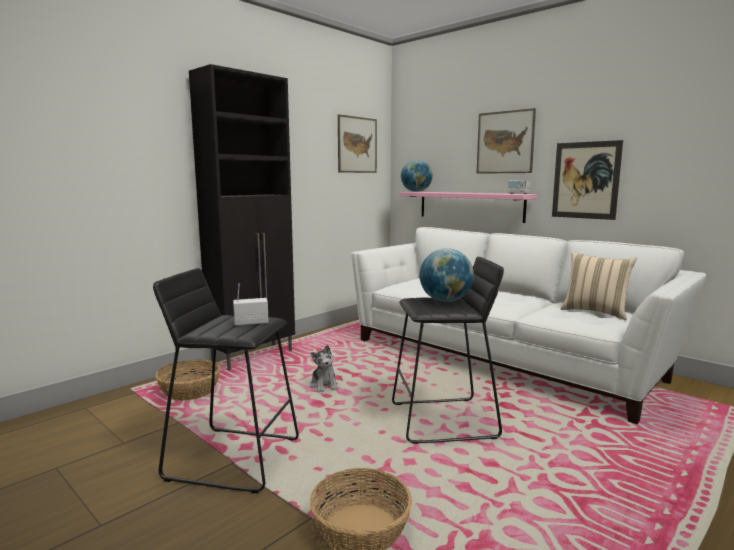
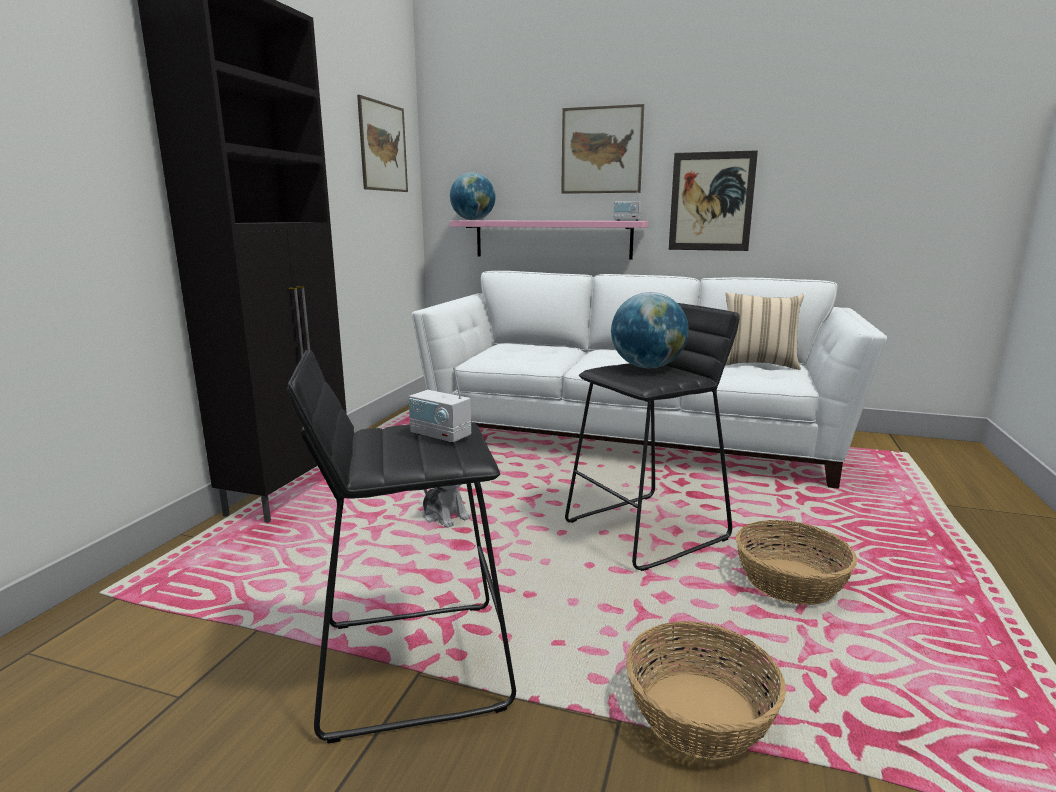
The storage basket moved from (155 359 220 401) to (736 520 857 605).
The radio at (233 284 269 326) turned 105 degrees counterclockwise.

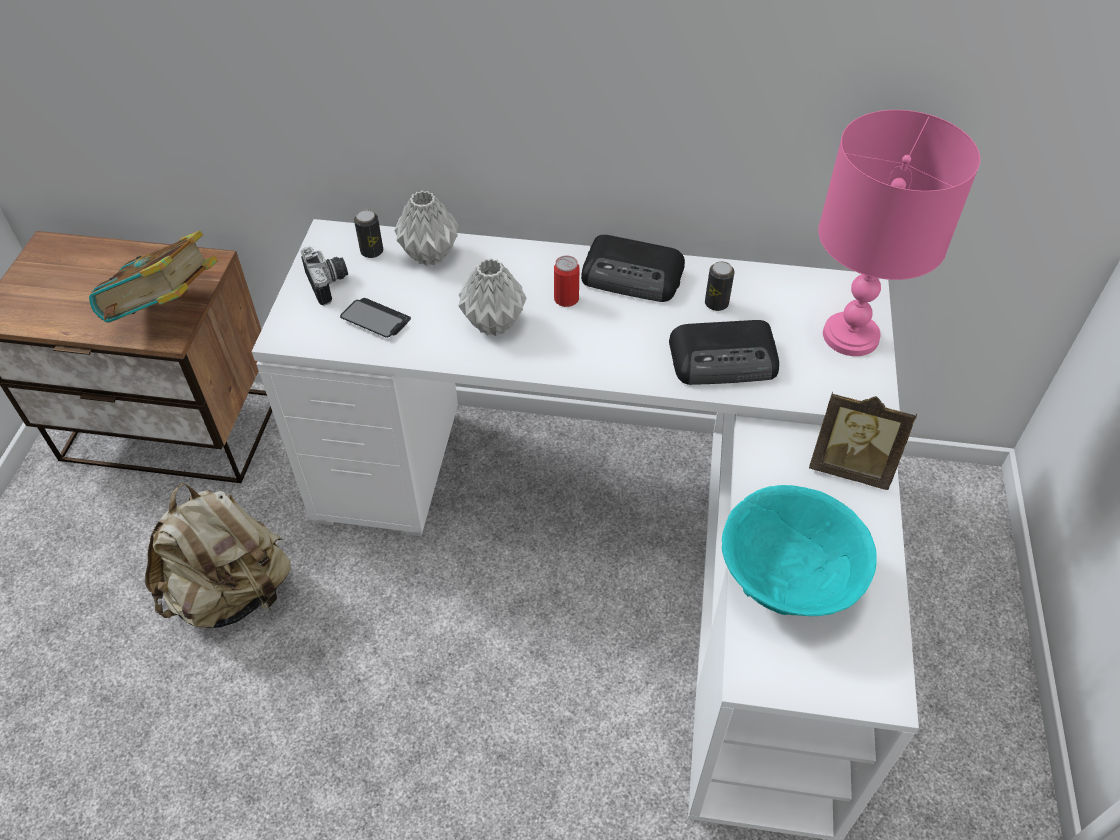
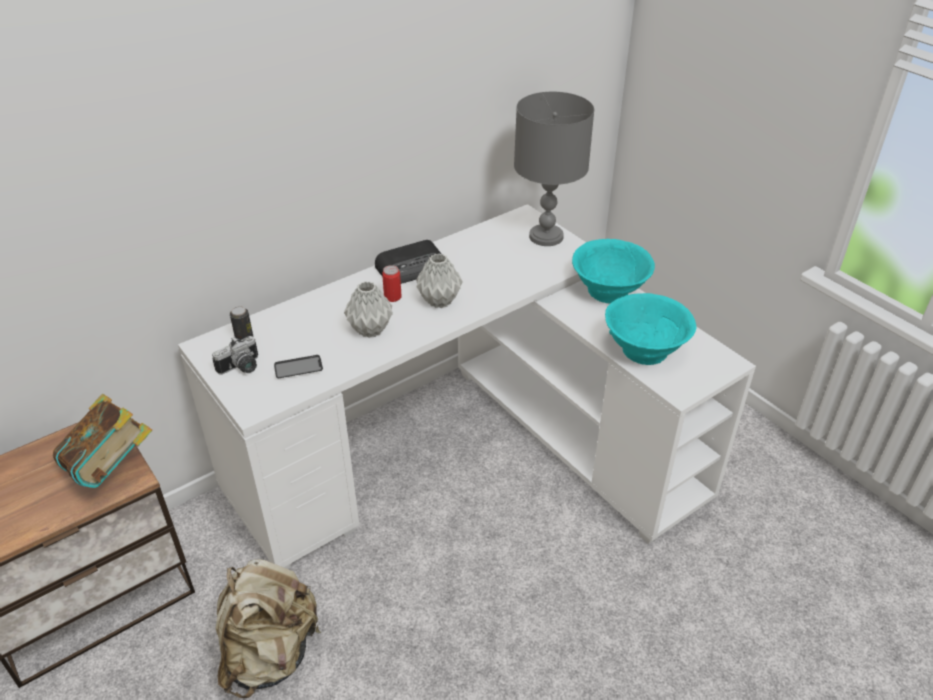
The photo camera at (301 247 348 306) turned 120 degrees clockwise.
The flower vase/grey moved from (394 191 459 266) to (416 253 463 308).
The radio at (669 320 779 385) disappeared.
The sealed can at (705 261 735 311) disappeared.
The picture frame at (809 391 917 490) was replaced by the serving bowl/turquoise-coloured at (572 239 655 304).
The tabletop lamp/pinkish at (818 110 980 356) became the tabletop lamp/grey at (514 92 594 246).

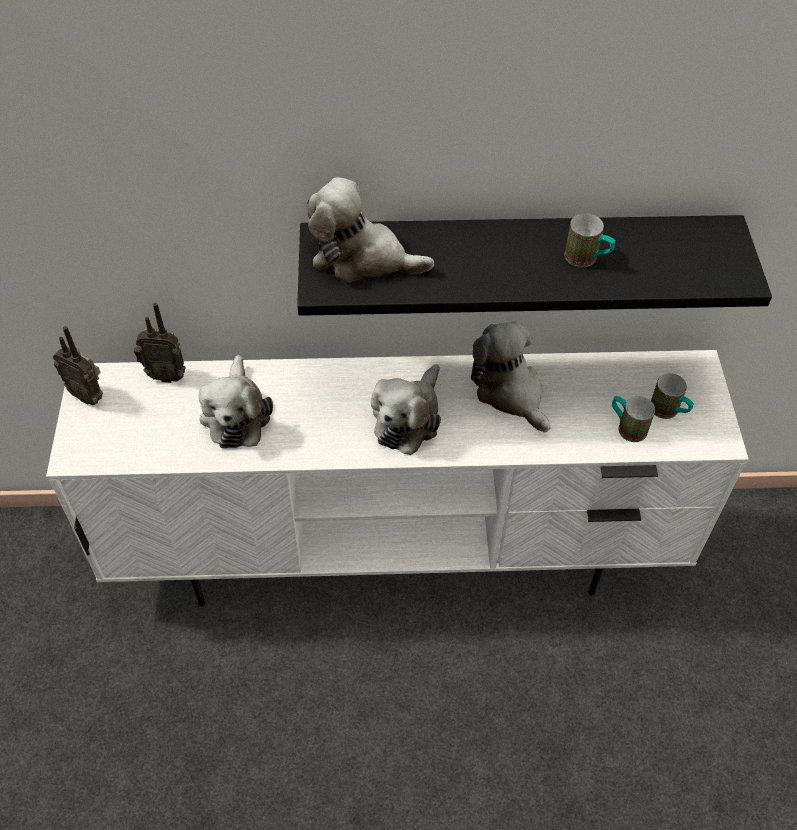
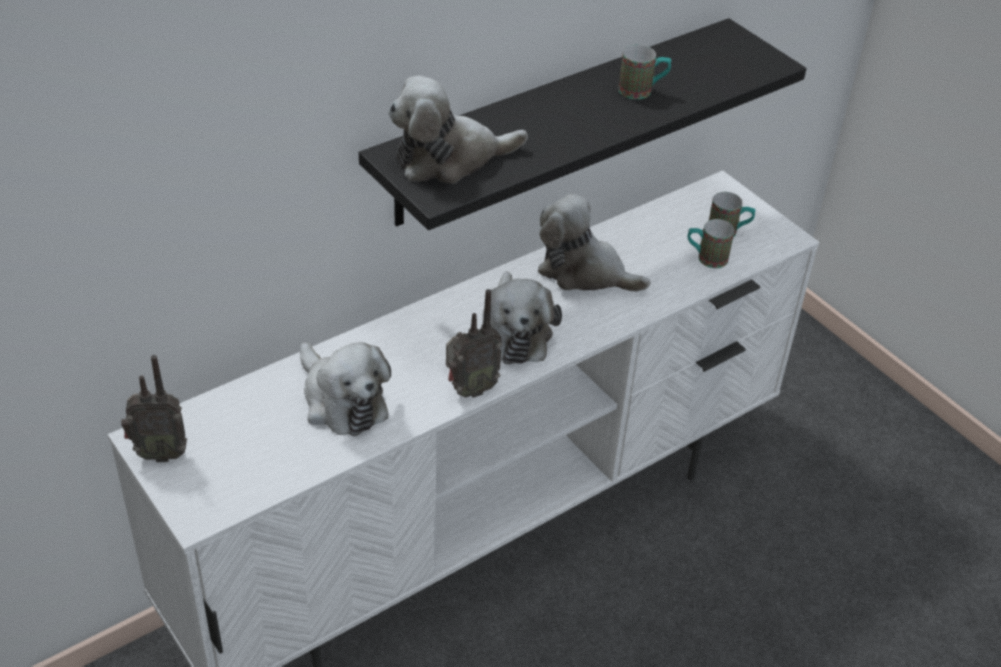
The radio moved from (134 303 186 383) to (446 289 502 398).

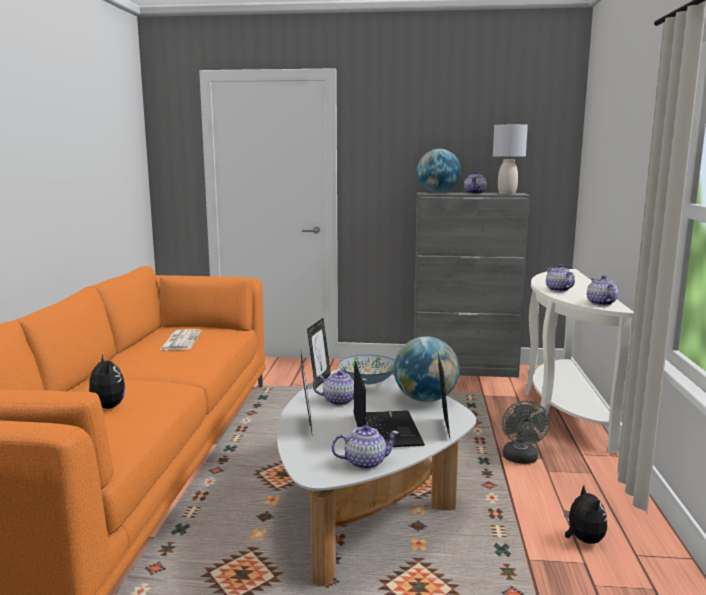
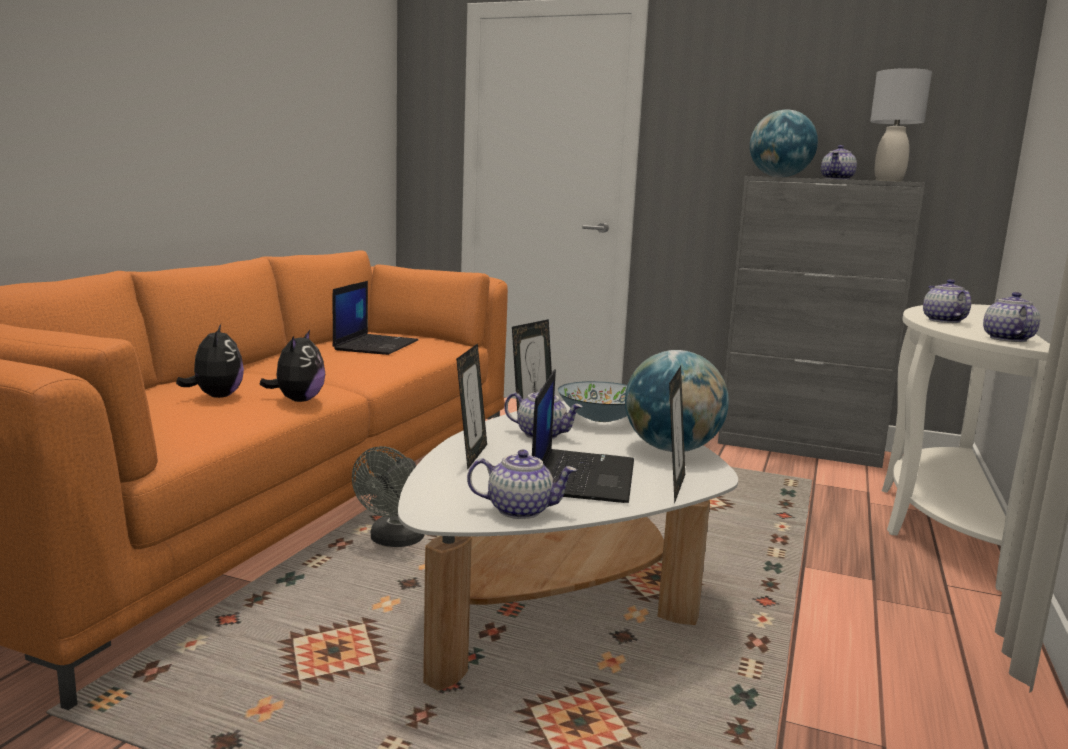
The printed paper at (160 329 202 350) was replaced by the laptop at (332 281 418 355).
The cooling fan/grey moved from (502 400 550 464) to (352 446 424 547).
The cuddly toy moved from (564 485 607 544) to (259 330 325 402).

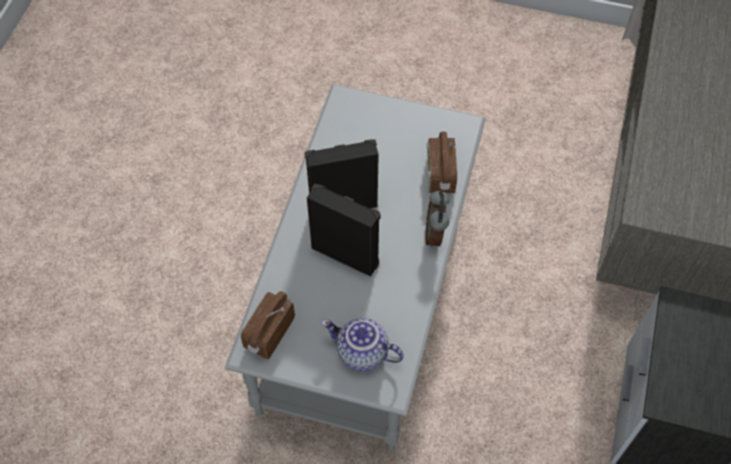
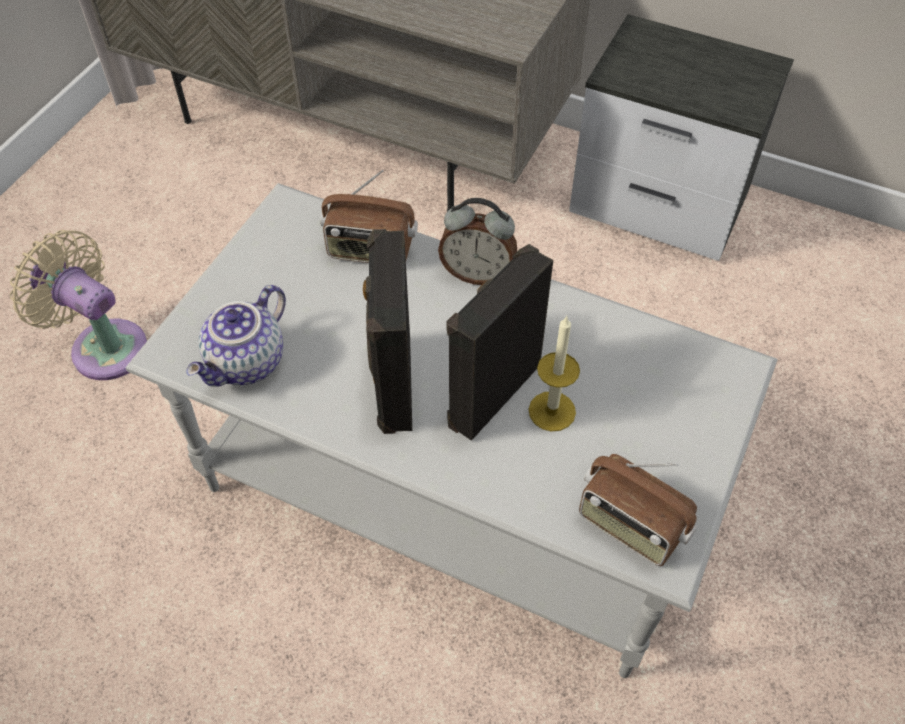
The teapot moved from (322 318 404 371) to (186 285 286 387).
The cooling fan/sand-coloured at (10 230 147 380) appeared.
The wax light at (529 316 580 431) appeared.

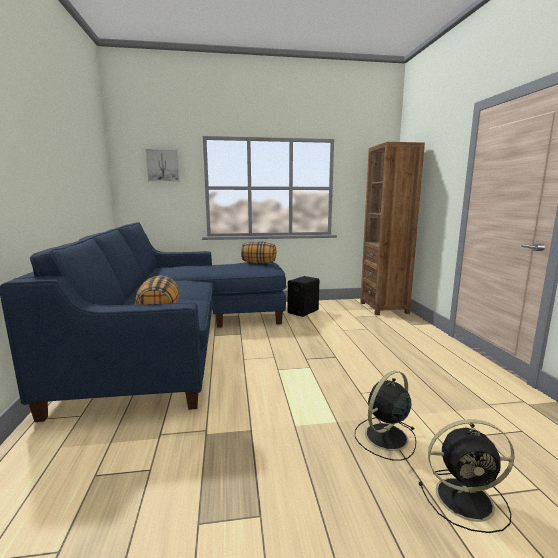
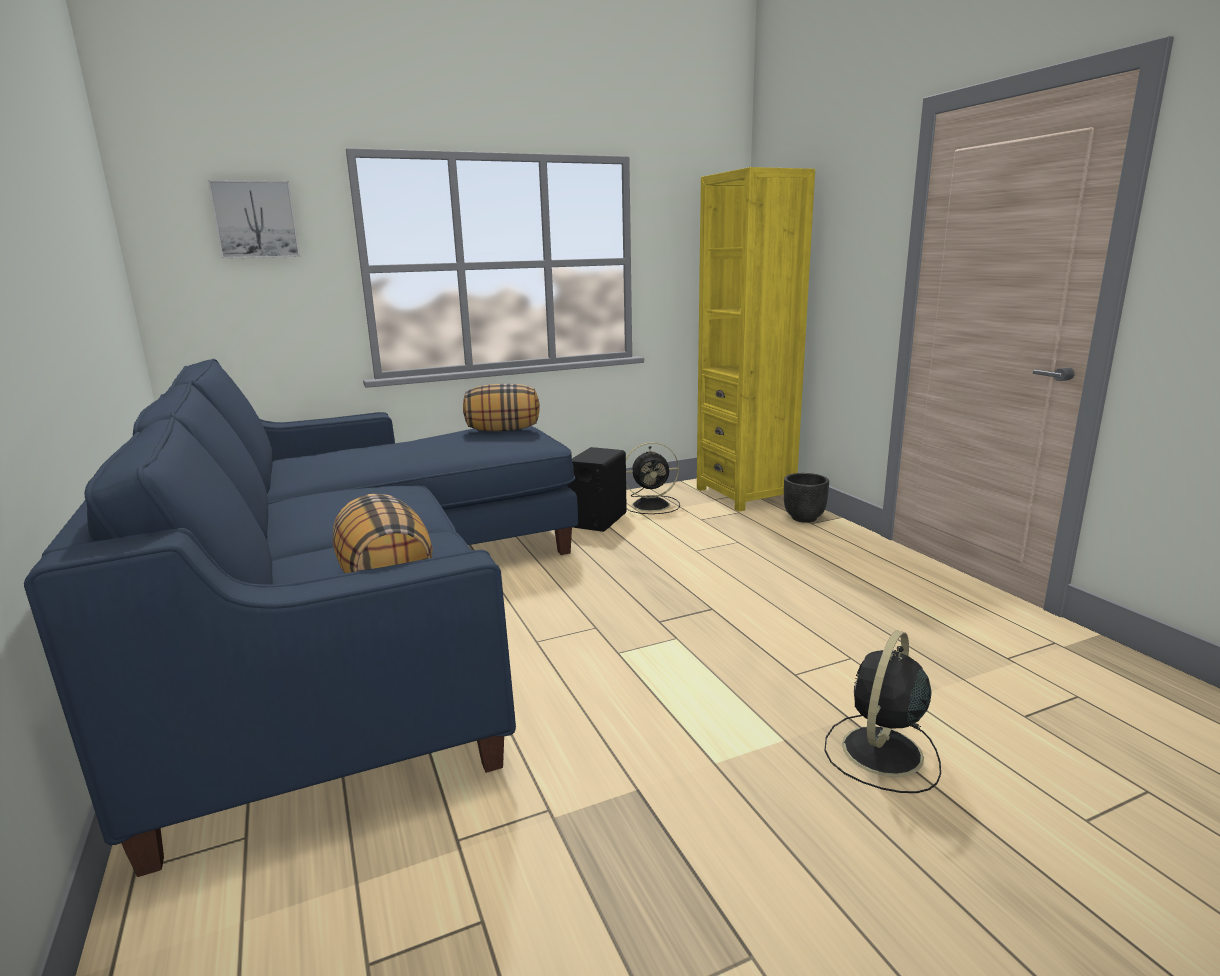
The shelving unit/brown at (360 142 425 315) became the shelving unit/yellow-coloured at (697 167 815 512).
The cooling fan/blackish moved from (419 419 515 533) to (626 442 680 514).
The flower pot/blackish at (784 473 829 523) appeared.

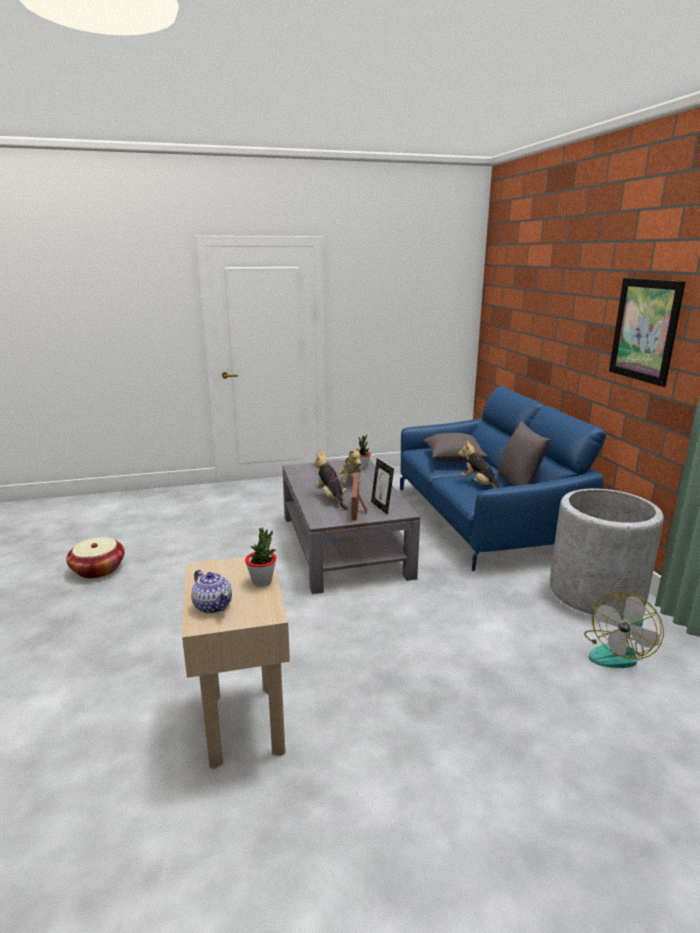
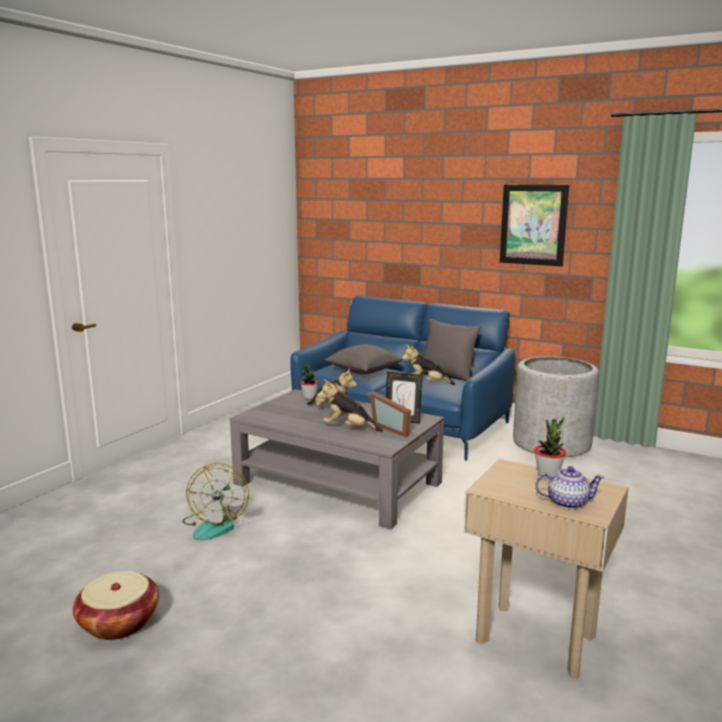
The cooling fan moved from (584 592 664 668) to (183 463 249 540).

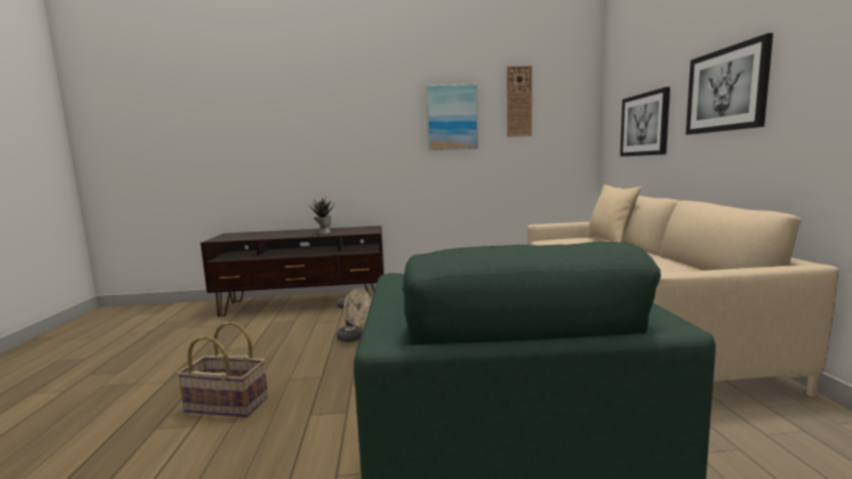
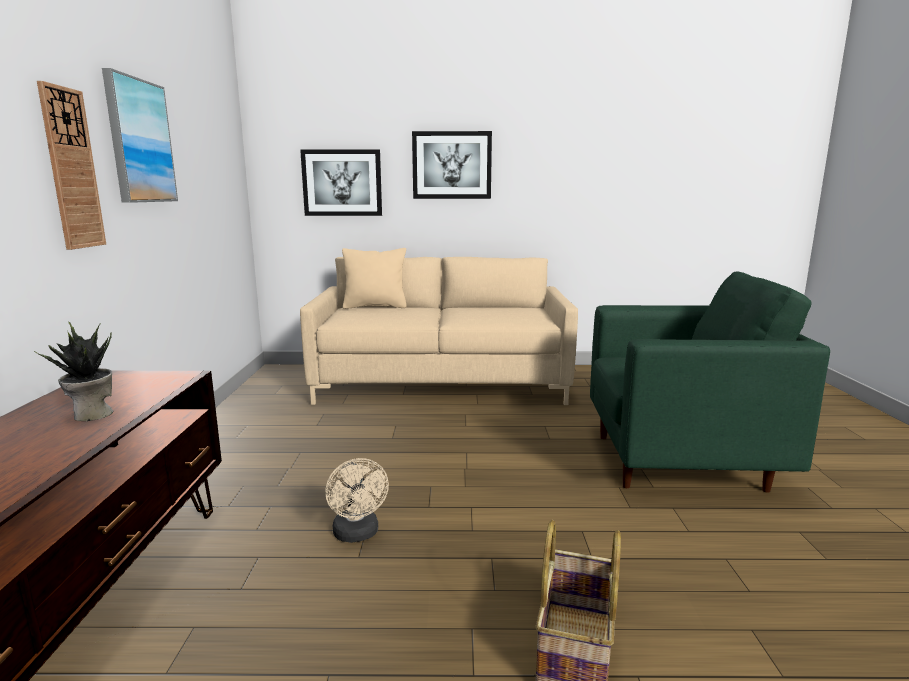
The cooling fan/sand-coloured at (337 289 371 342) turned 120 degrees clockwise.
The hanging clock moved from (507 66 532 137) to (37 81 106 250).

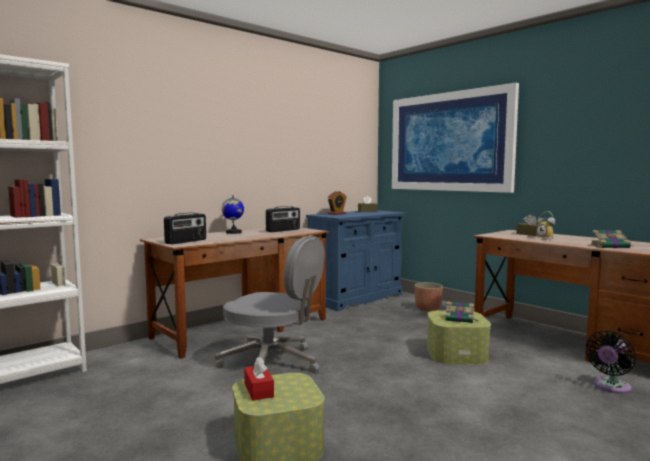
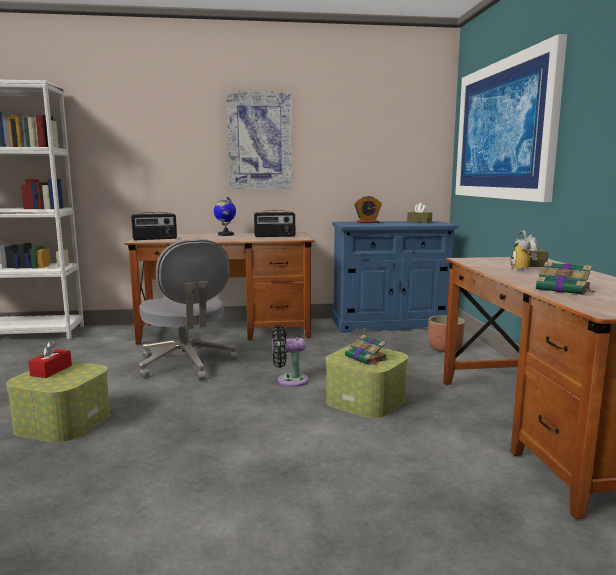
The cooling fan/blackish moved from (586 331 636 394) to (272 325 309 387).
The wall art at (226 91 292 189) appeared.

